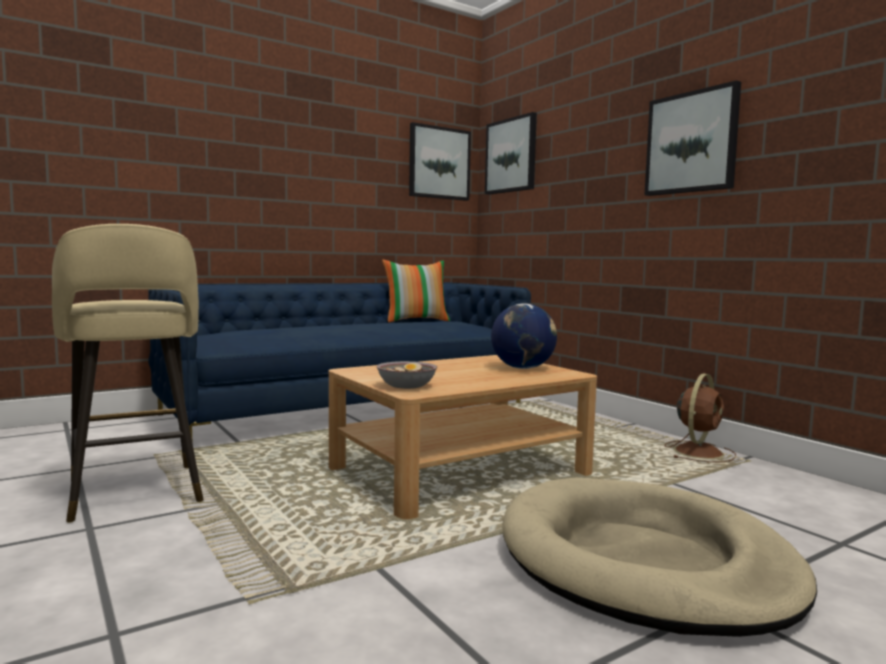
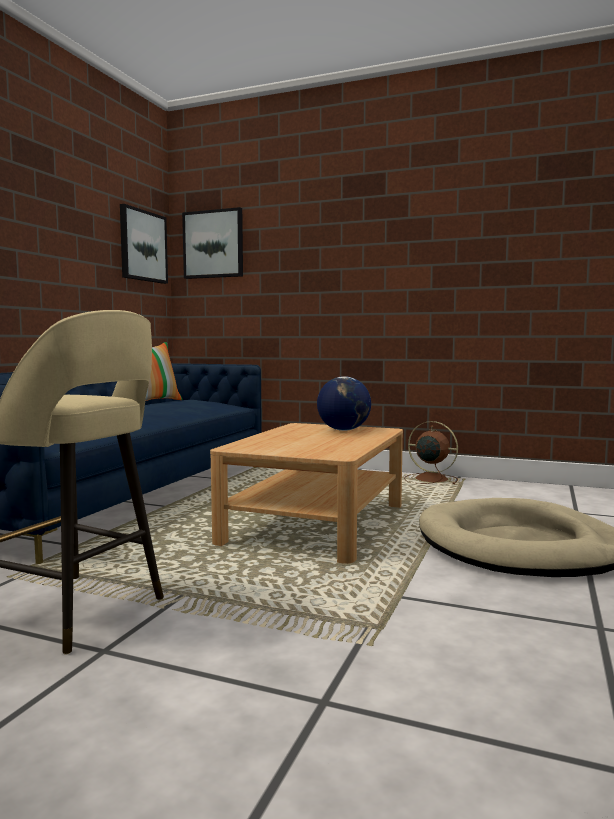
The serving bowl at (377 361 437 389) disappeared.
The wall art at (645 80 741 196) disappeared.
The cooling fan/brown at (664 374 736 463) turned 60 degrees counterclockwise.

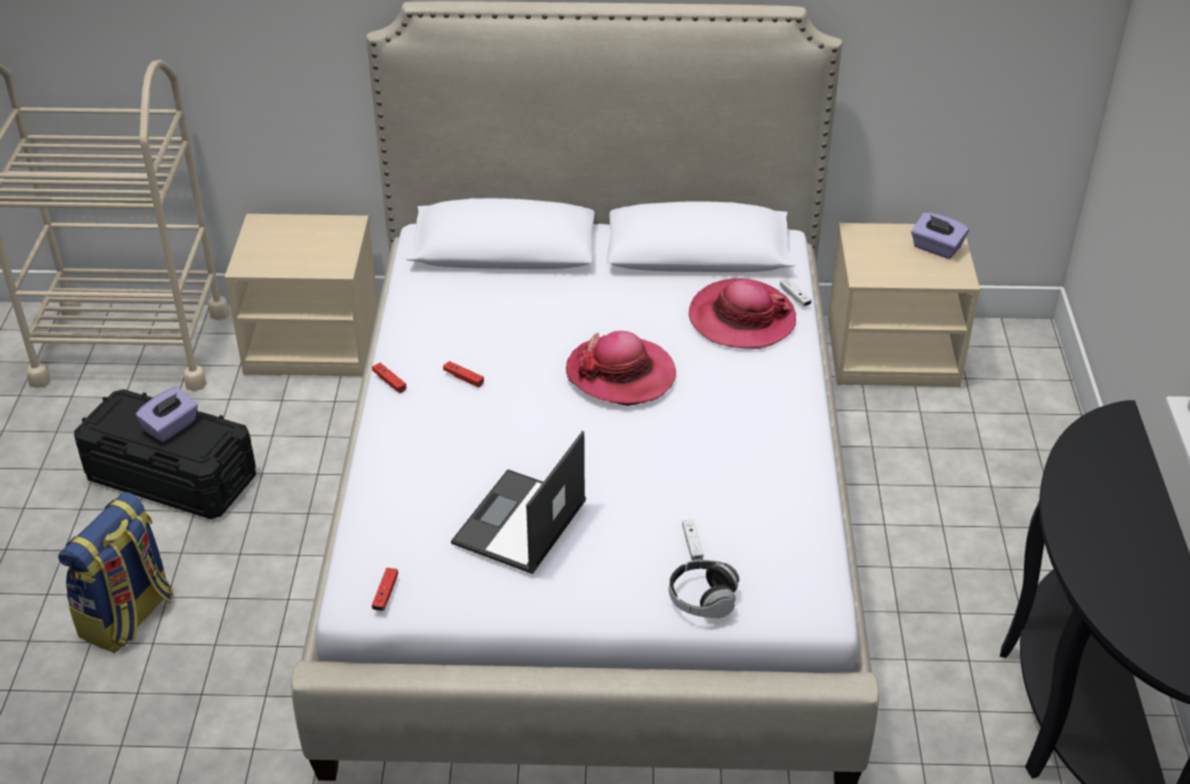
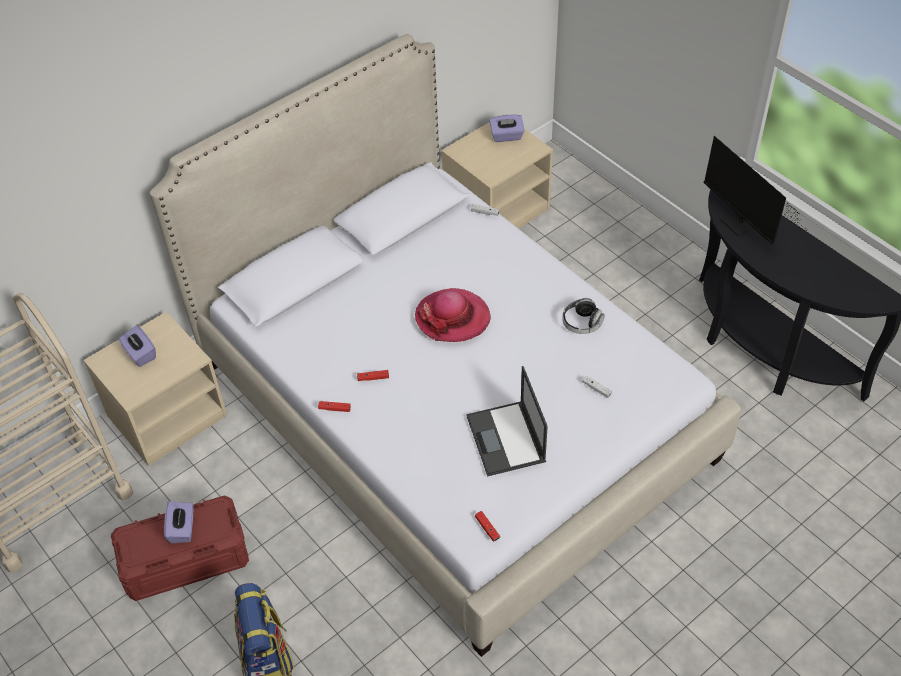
The storage box/blackish at (74 389 256 519) became the storage box/red-coloured at (111 495 249 601).
The pair of headphones moved from (669 560 740 618) to (562 298 605 334).
The hat at (689 278 796 349) disappeared.
The box of tissues/purple-coloured at (119 325 156 367) appeared.
The computer display at (704 136 808 245) appeared.

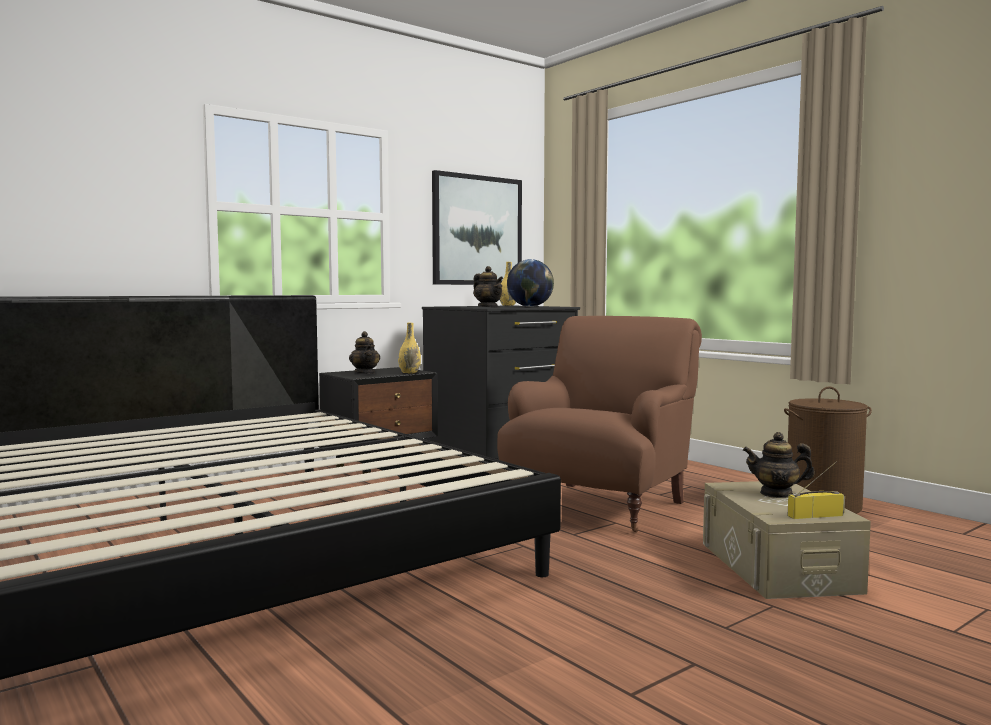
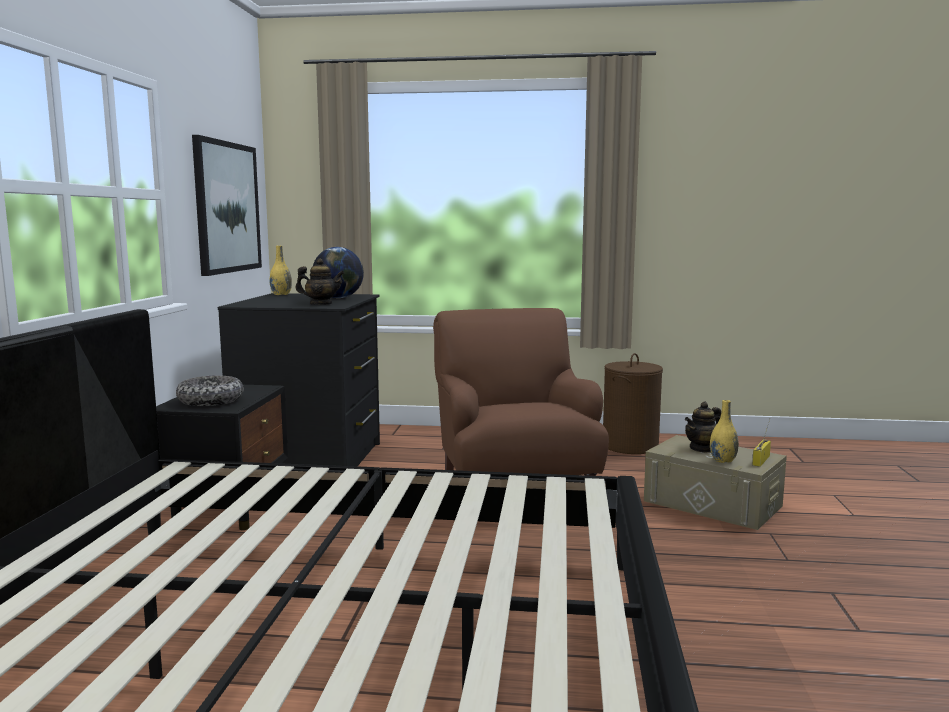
The teapot at (349 331 380 374) was replaced by the serving bowl at (176 375 244 406).
The flower vase/yellow-coloured moved from (398 322 421 374) to (710 400 739 463).

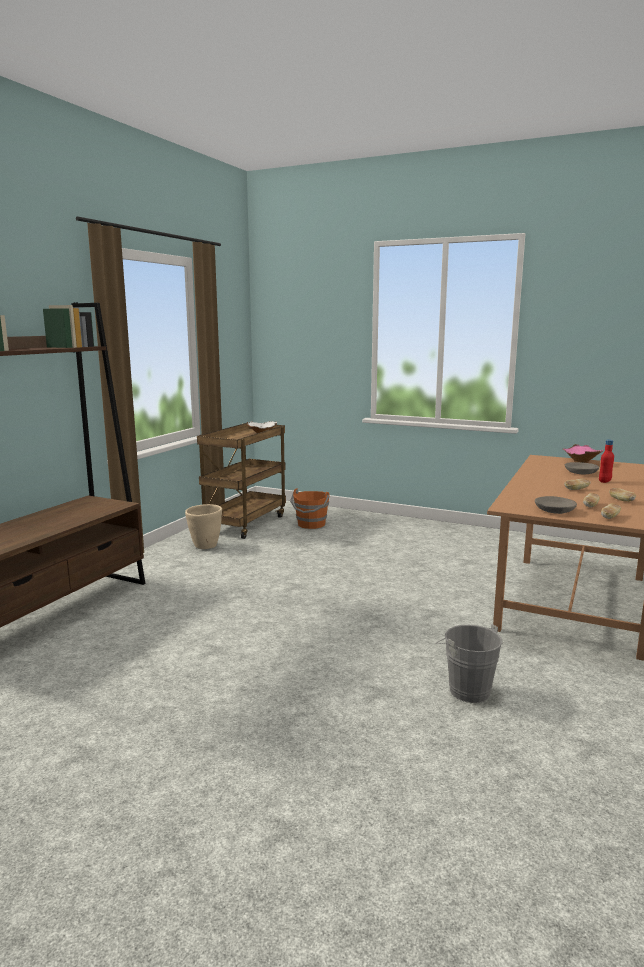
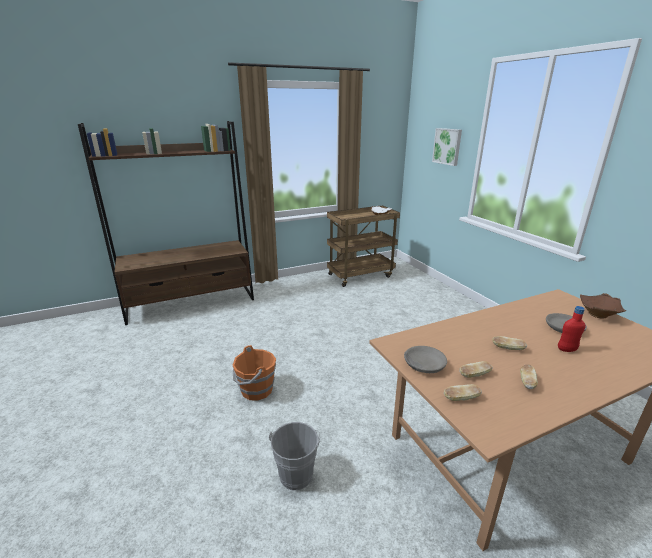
The flower pot/sand-coloured at (185 504 222 549) disappeared.
The pail/orange moved from (290 488 330 529) to (233 345 276 401).
The serving bowl/pinkish at (563 444 603 463) became the serving bowl/brown at (580 293 626 319).
The wall art at (432 128 462 166) appeared.

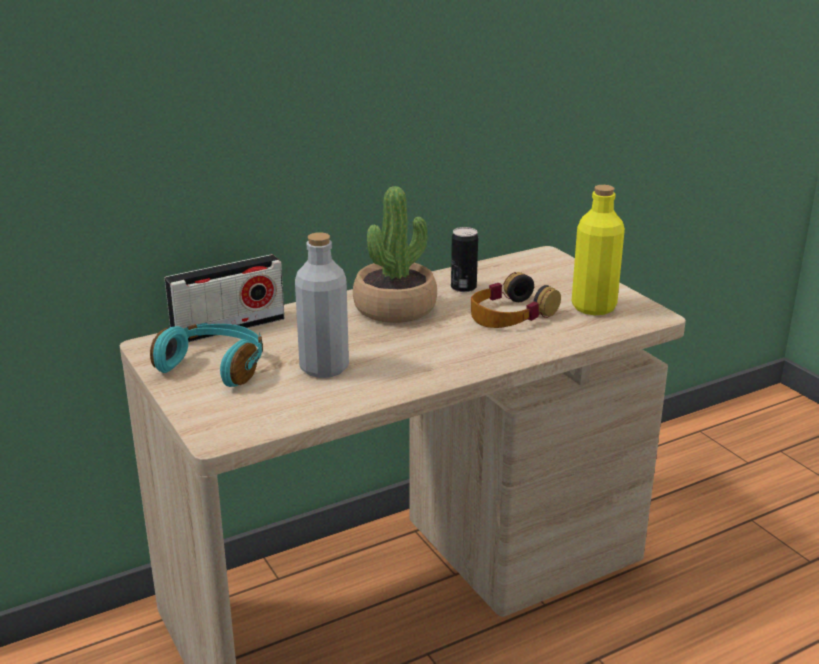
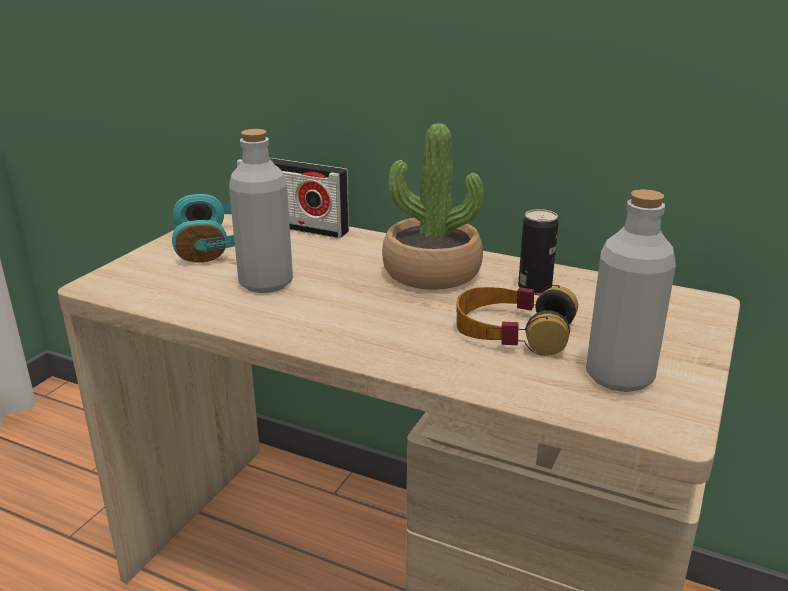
The bottle/yellow-coloured at (572 185 625 315) became the bottle/grey at (586 189 676 392).

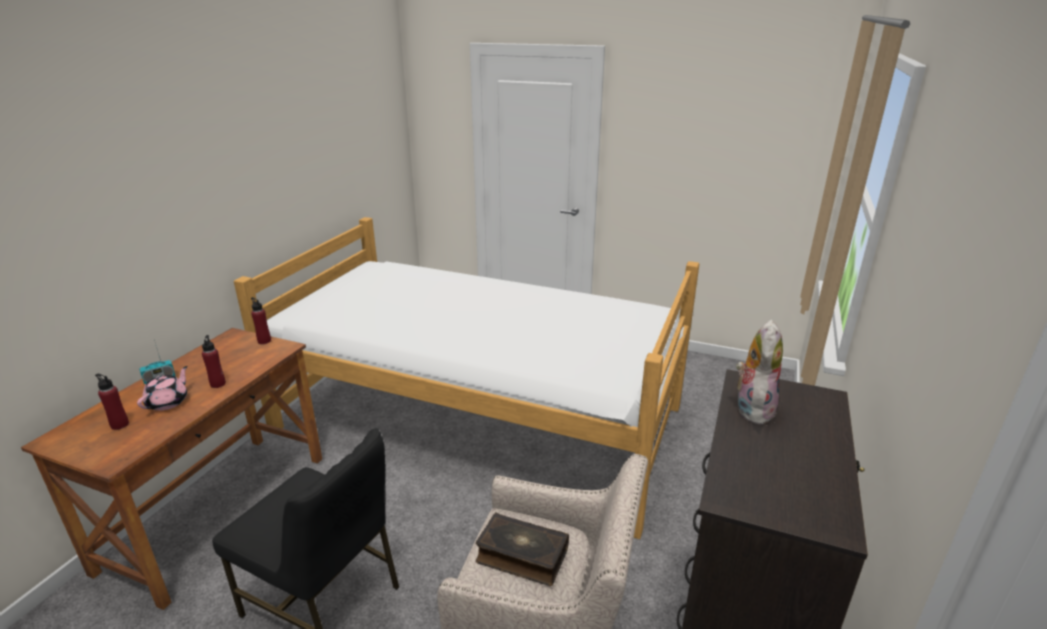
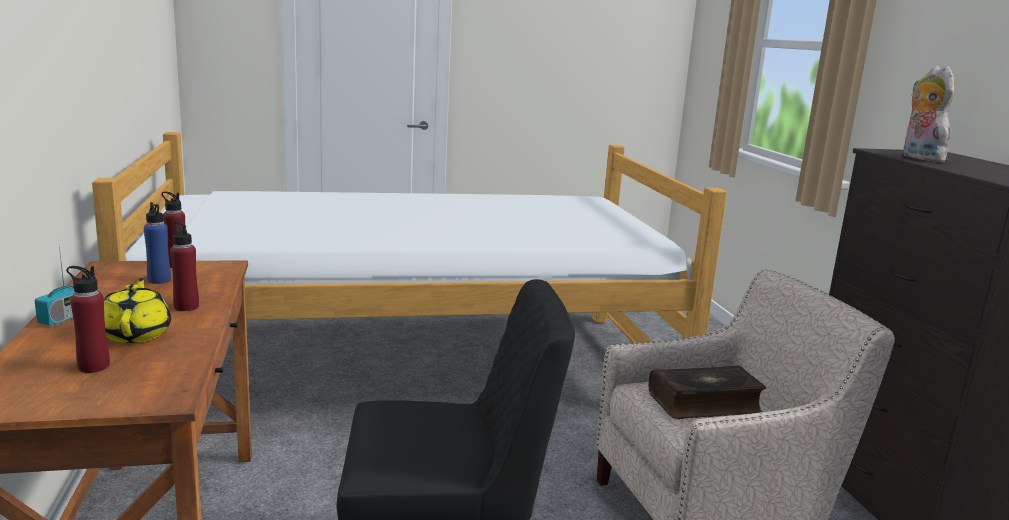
The teapot/pinkish at (137 366 188 411) became the teapot/yellow-coloured at (104 278 171 343).
The bottle/blue-coloured at (144 202 171 284) appeared.

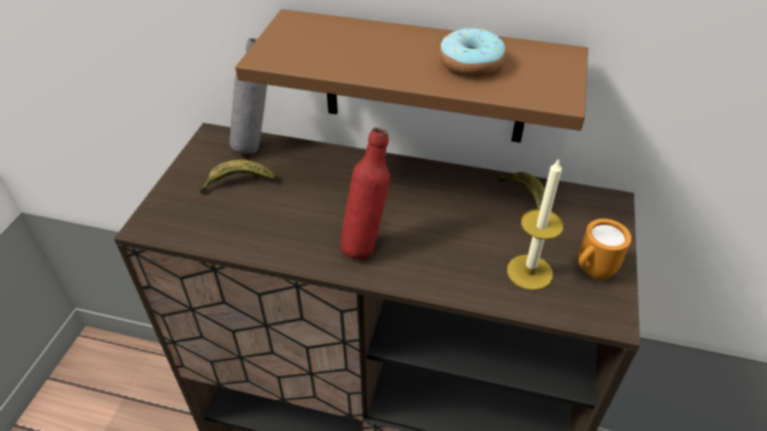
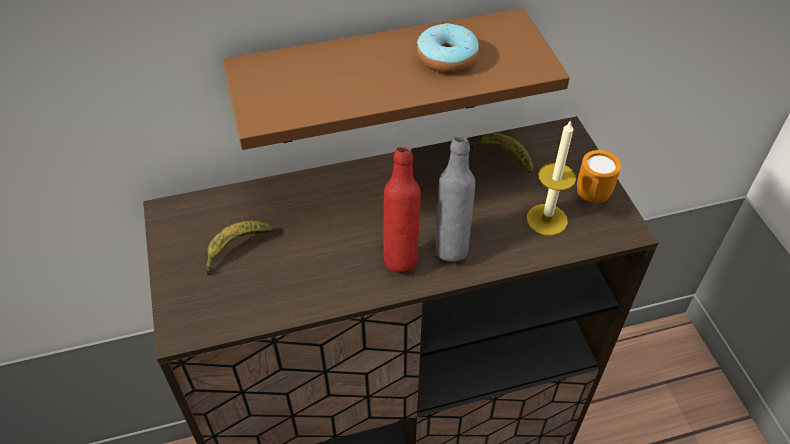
The bottle/grey moved from (230 38 267 154) to (435 136 475 262).

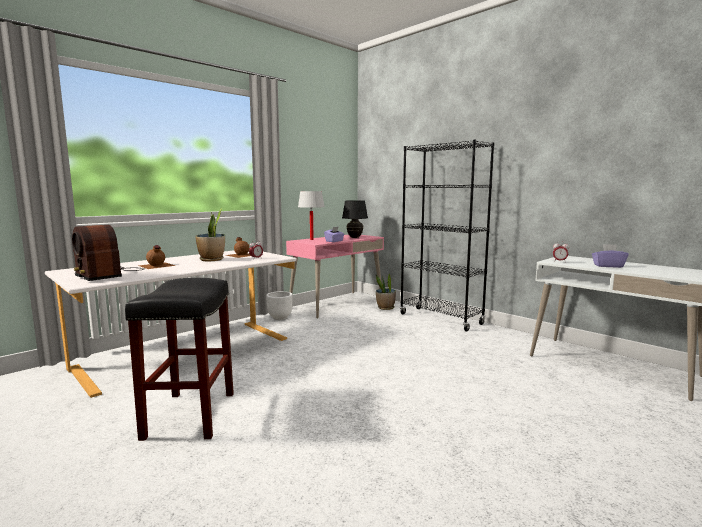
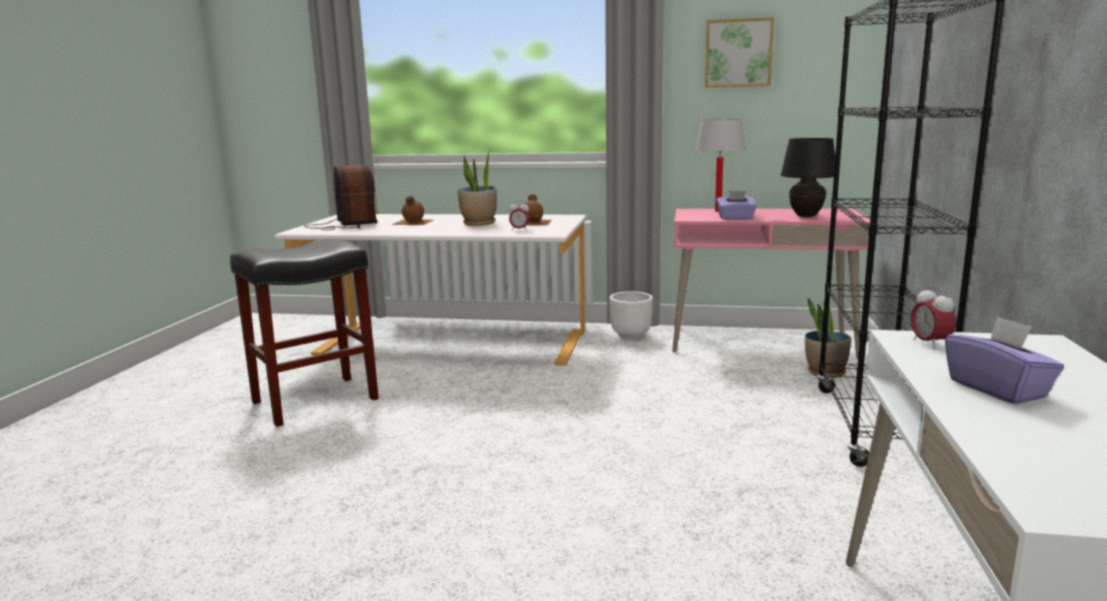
The radio at (72 225 144 281) turned 150 degrees clockwise.
The wall art at (705 17 774 88) appeared.

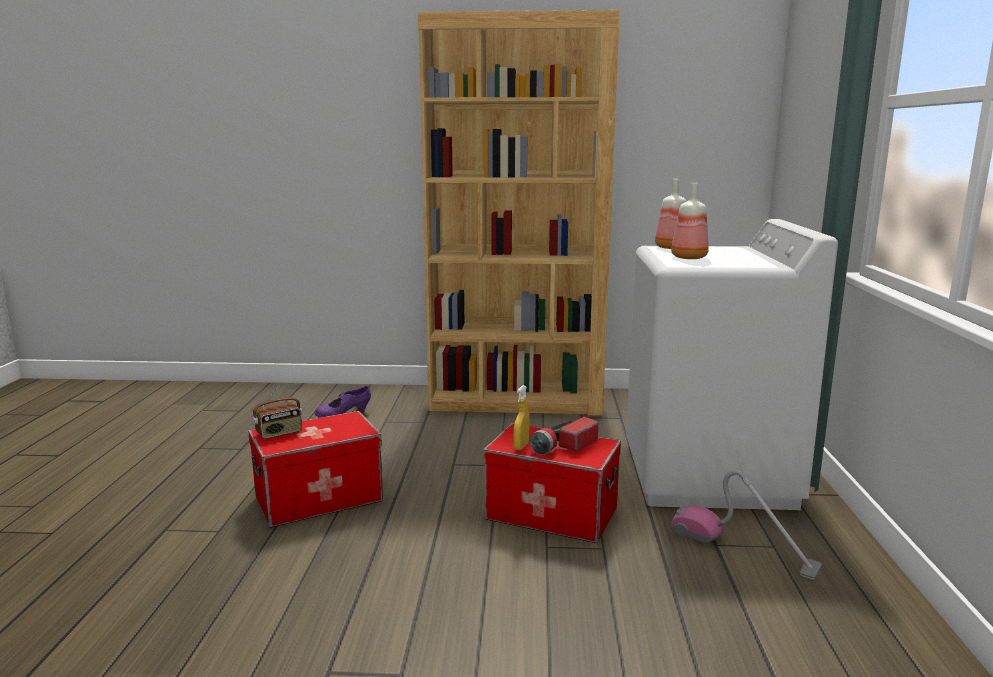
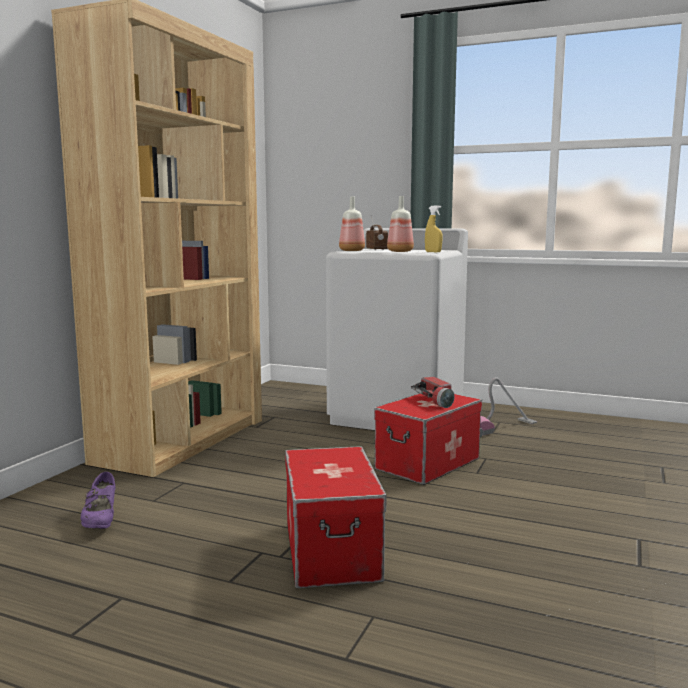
The radio moved from (252 383 302 439) to (366 216 388 250).
The hand sprayer/yellow-coloured moved from (514 385 529 450) to (425 205 442 252).

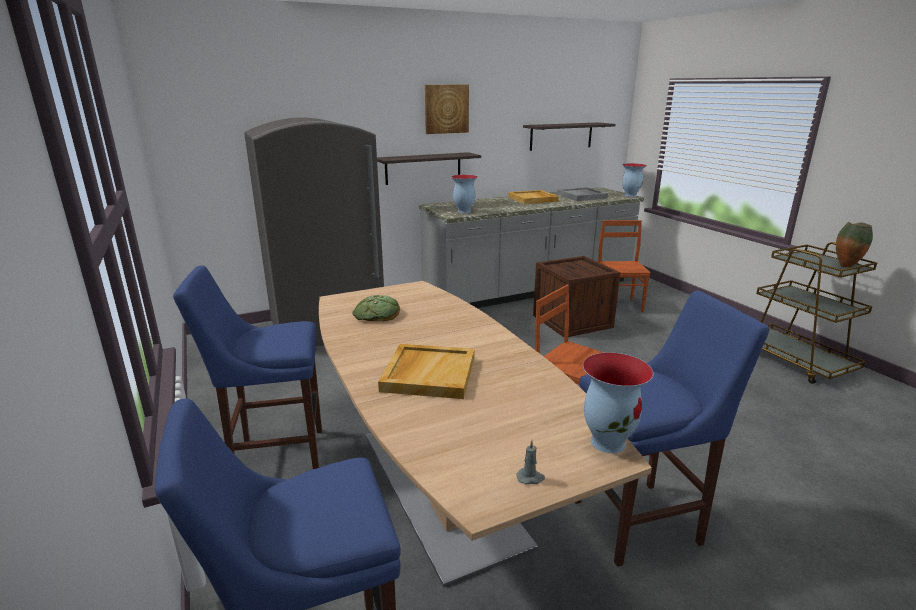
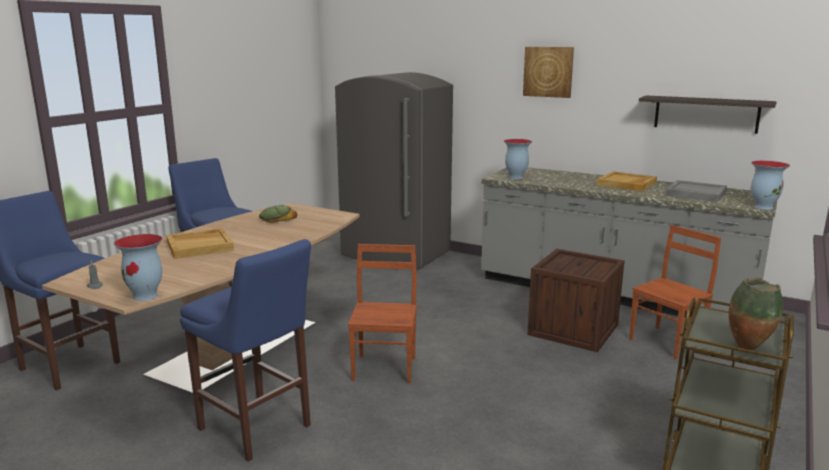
The bracket shelf at (377 152 481 185) disappeared.

